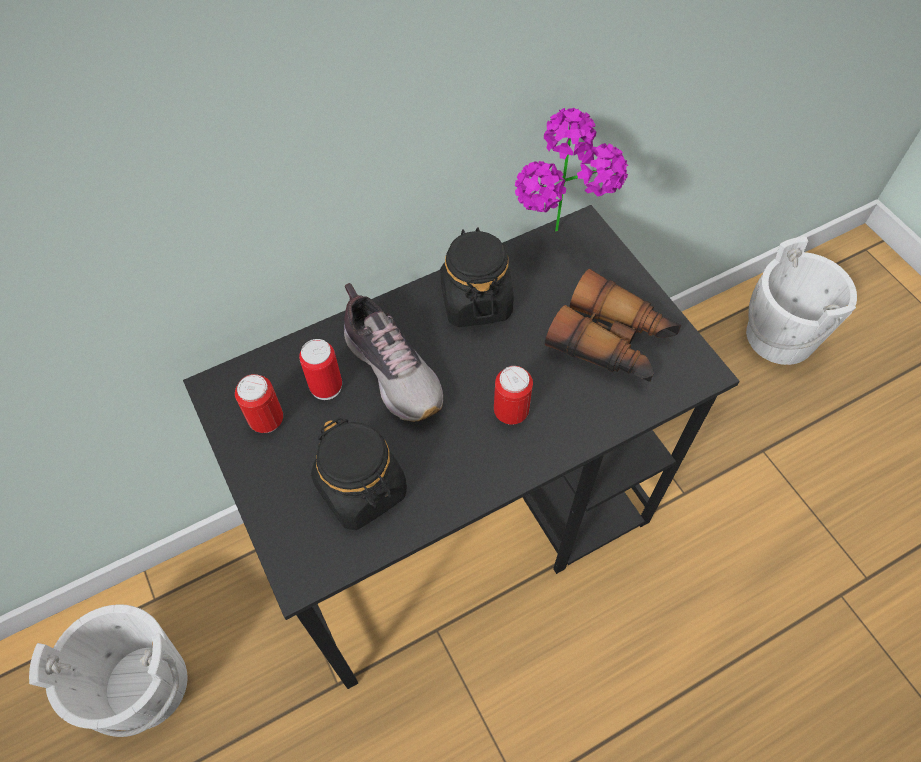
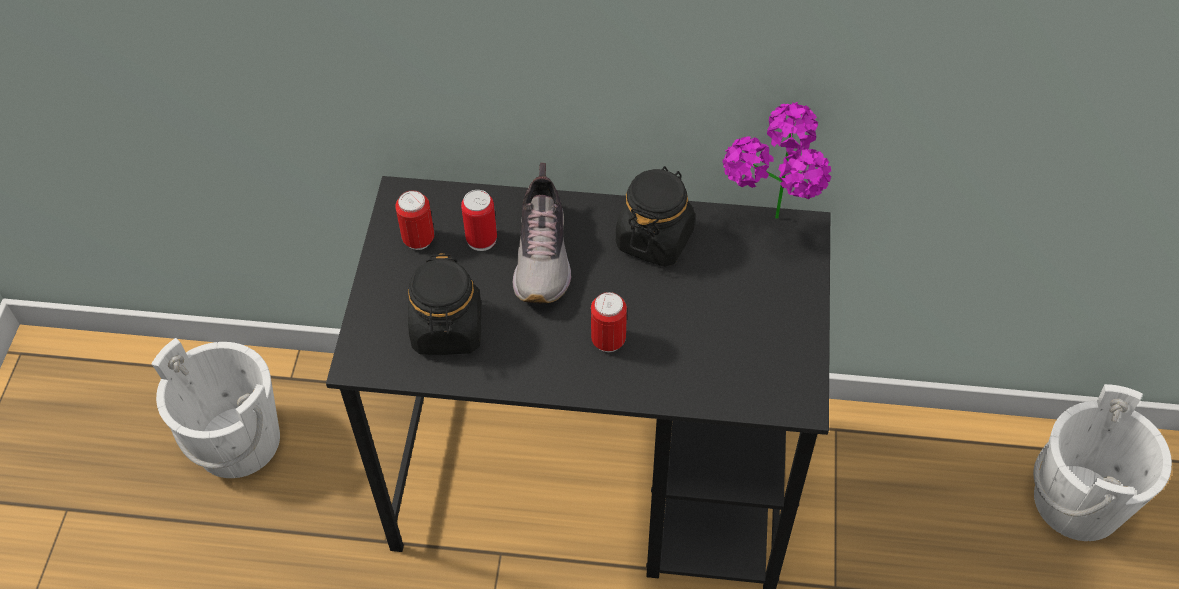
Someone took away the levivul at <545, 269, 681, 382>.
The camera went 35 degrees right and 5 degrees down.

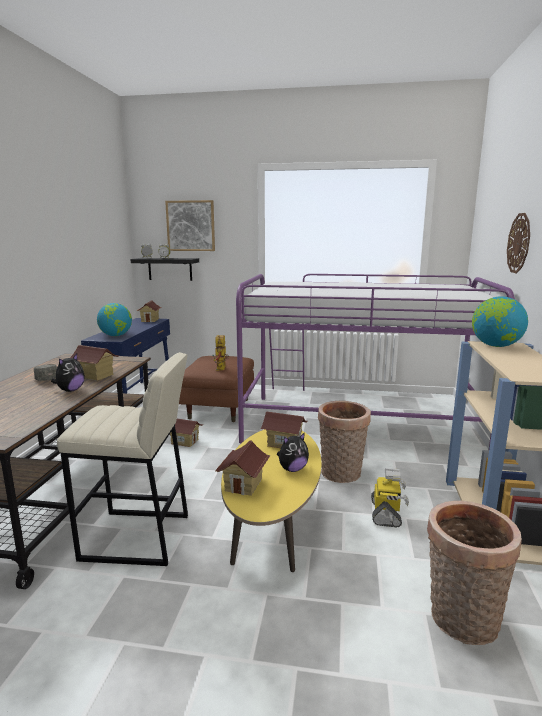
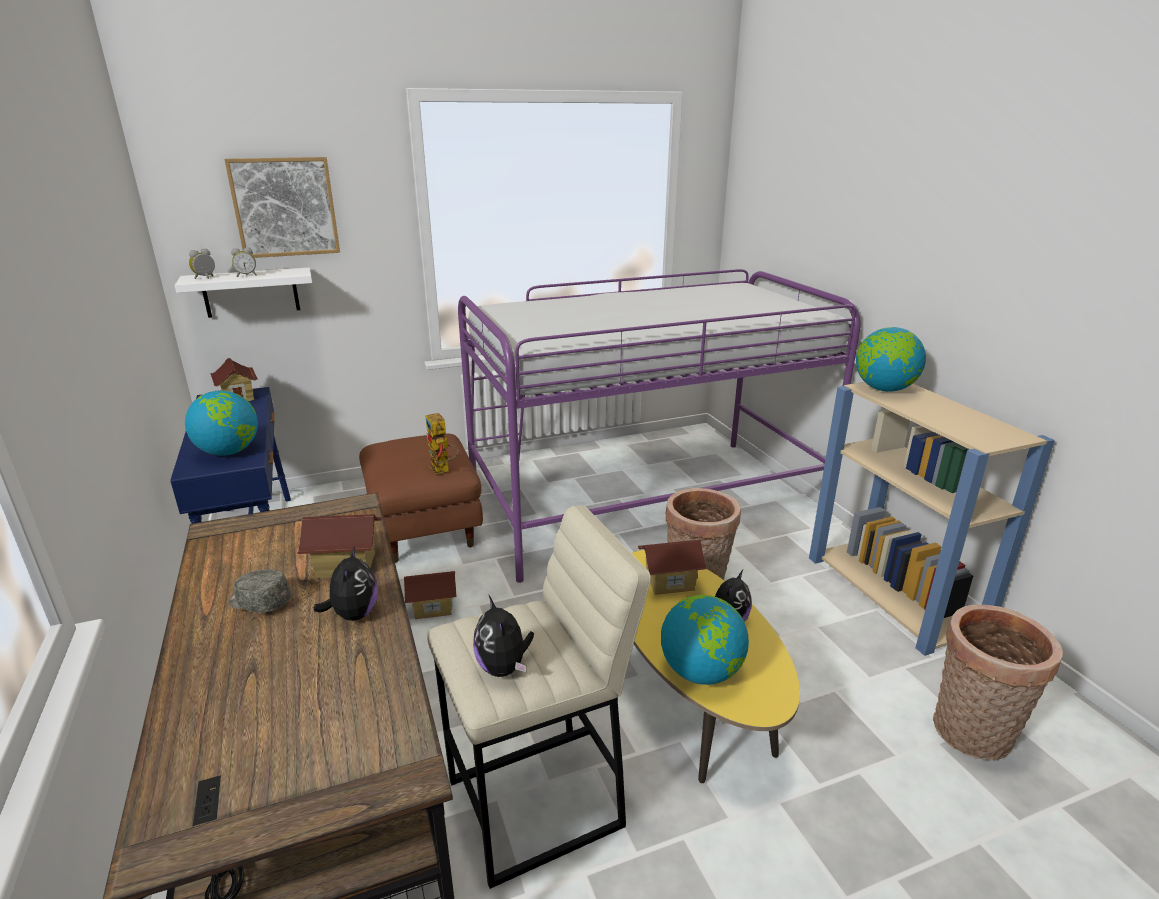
Someone repainted the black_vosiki at <130, 258, 199, 281>, which became the white_vosiki at <175, 268, 312, 318>.
Someone swapped the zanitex at <215, 440, 270, 496> for the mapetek at <661, 595, 749, 685>.
Someone took away the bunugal at <371, 468, 409, 527>.
Someone took away the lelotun at <507, 213, 530, 273>.
Someone put down the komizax at <473, 596, 534, 677>.
The camera went 30 degrees left and 10 degrees up.

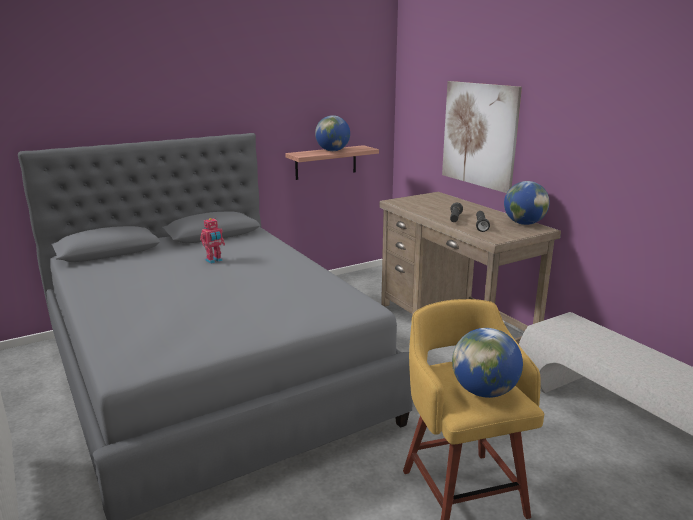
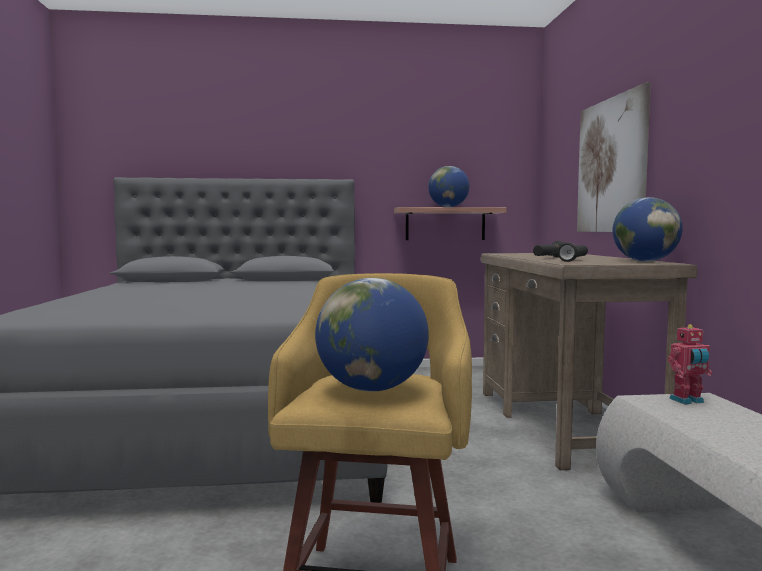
Someone carried the bunugal from <200, 218, 225, 264> to <668, 324, 712, 404>.
The camera went 25 degrees right and 15 degrees down.

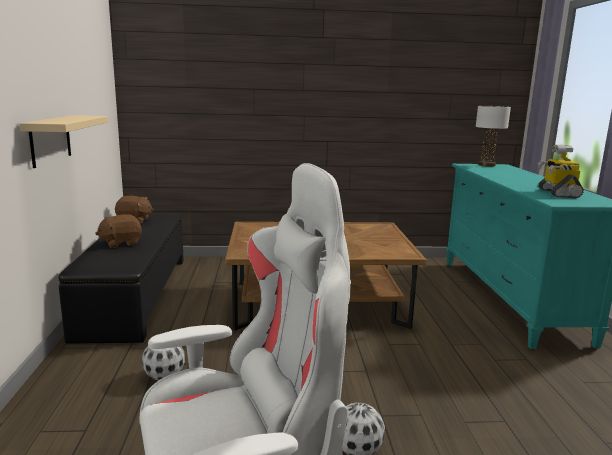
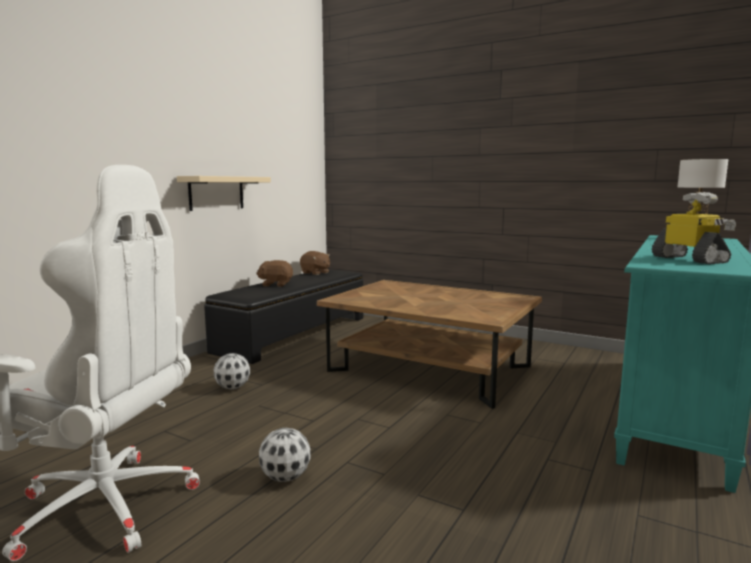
Someone rotated the bunugal at <537, 145, 584, 198> by 120 degrees clockwise.
The camera went 35 degrees right and 5 degrees down.

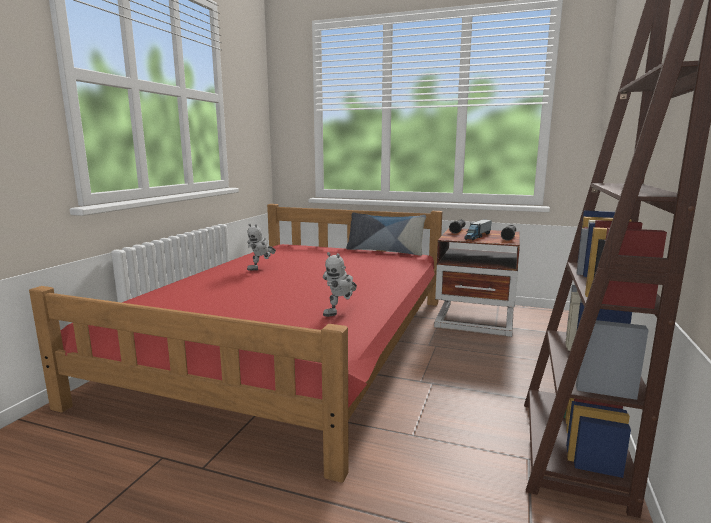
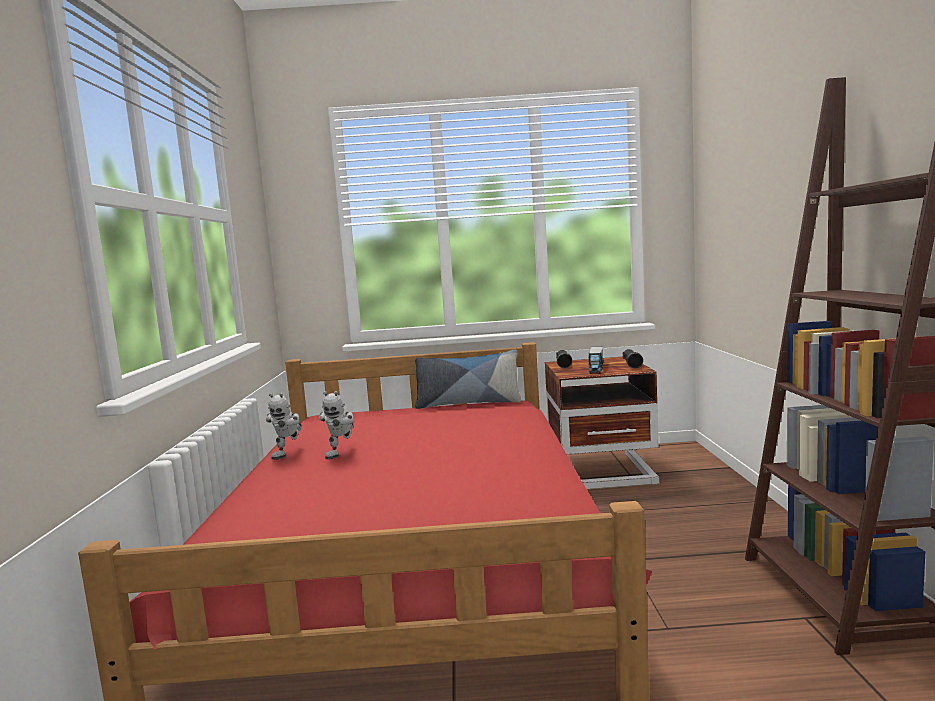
Someone carried the bunugal from <323, 252, 357, 317> to <266, 393, 302, 460>.
The camera went 20 degrees left and 5 degrees down.

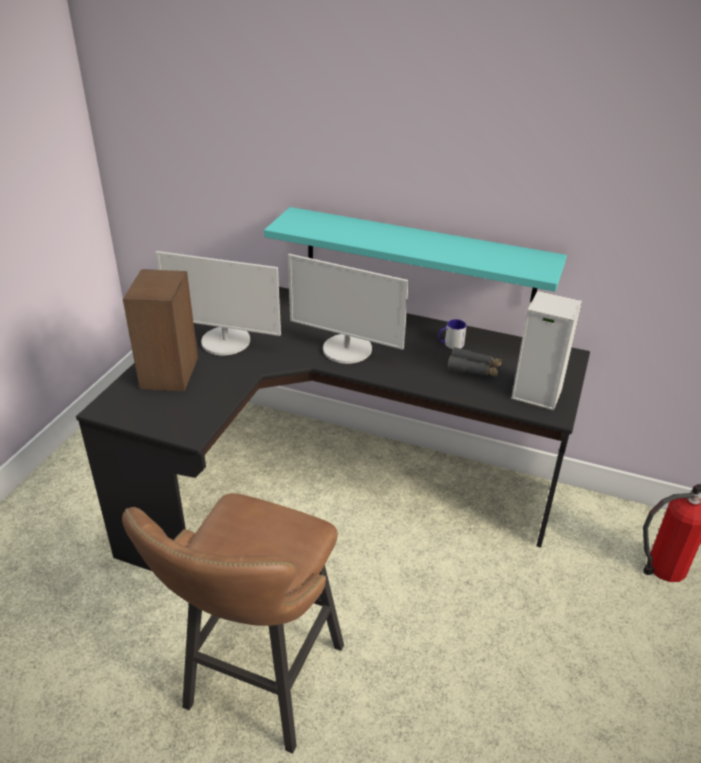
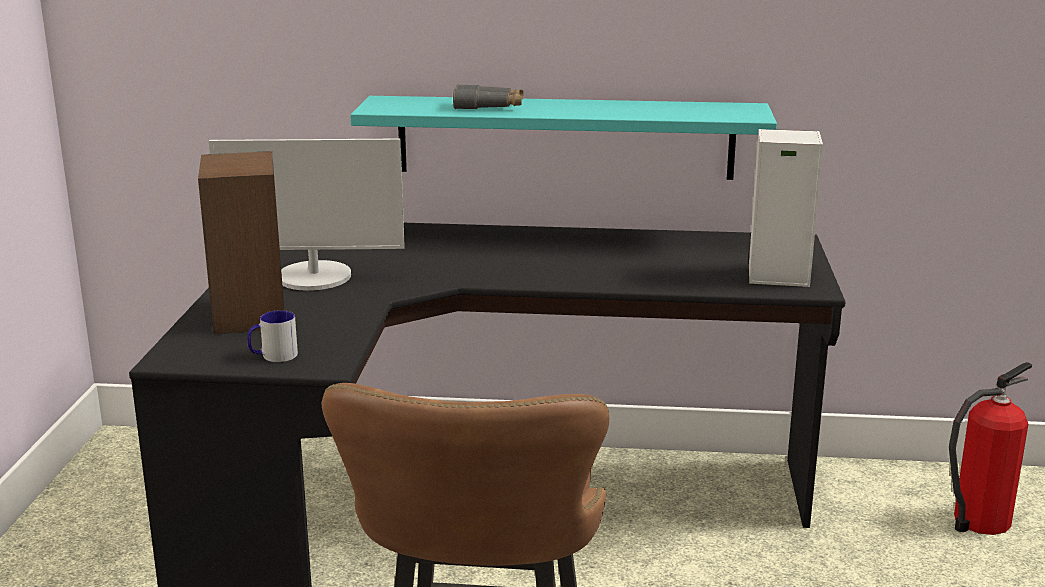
Someone took away the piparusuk at <288, 254, 409, 364>.
Someone carried the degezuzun from <438, 319, 467, 349> to <247, 310, 298, 362>.
Someone carried the grey_levivul from <447, 347, 502, 376> to <453, 84, 523, 109>.
The camera went 15 degrees left and 15 degrees down.

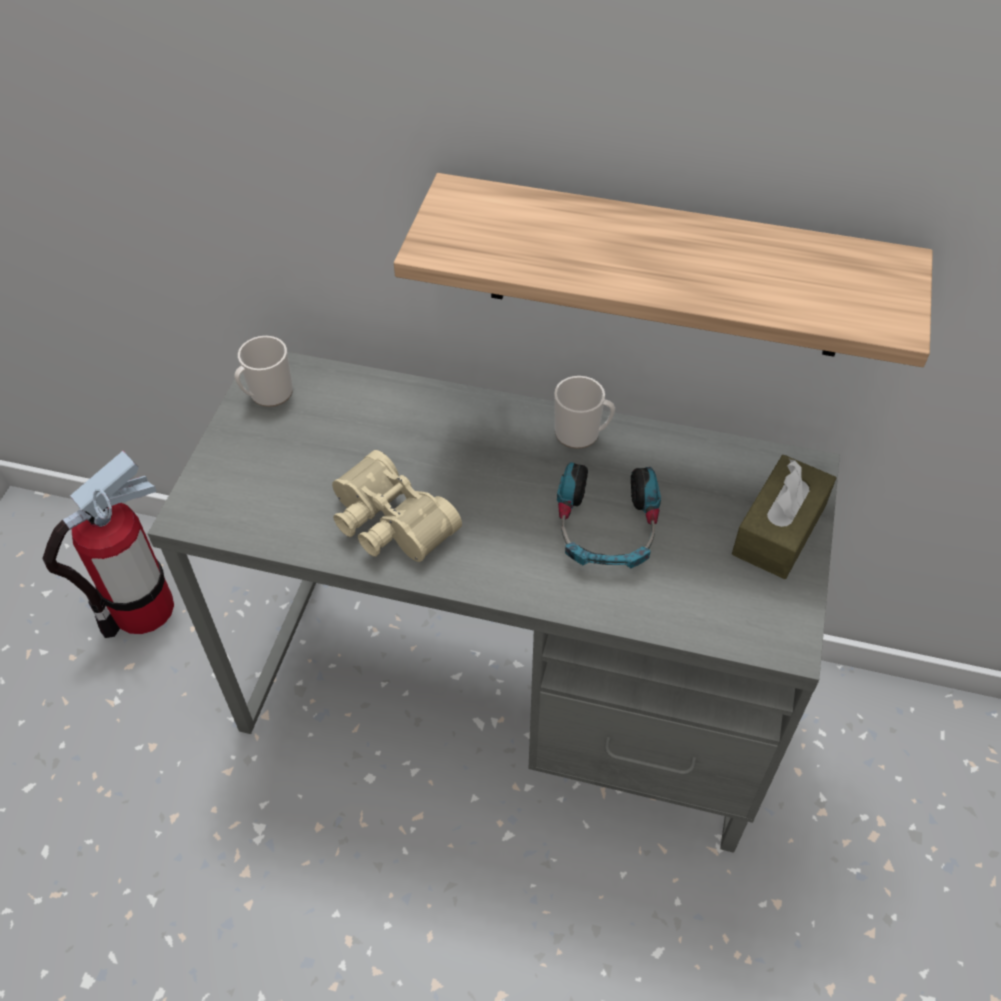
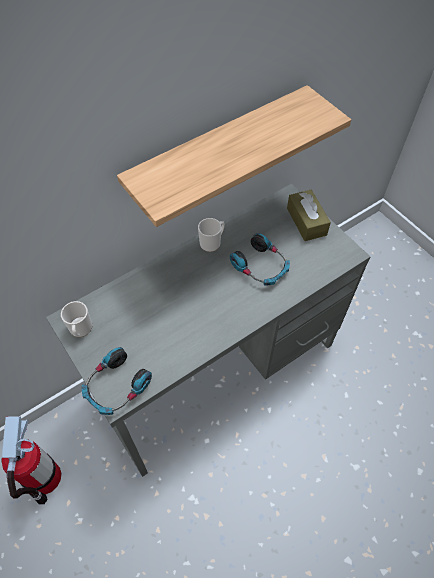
Someone took away the beige_levivul at <332, 450, 462, 562>.
Someone put down the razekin at <82, 347, 152, 415>.
The camera went 50 degrees left and 5 degrees up.

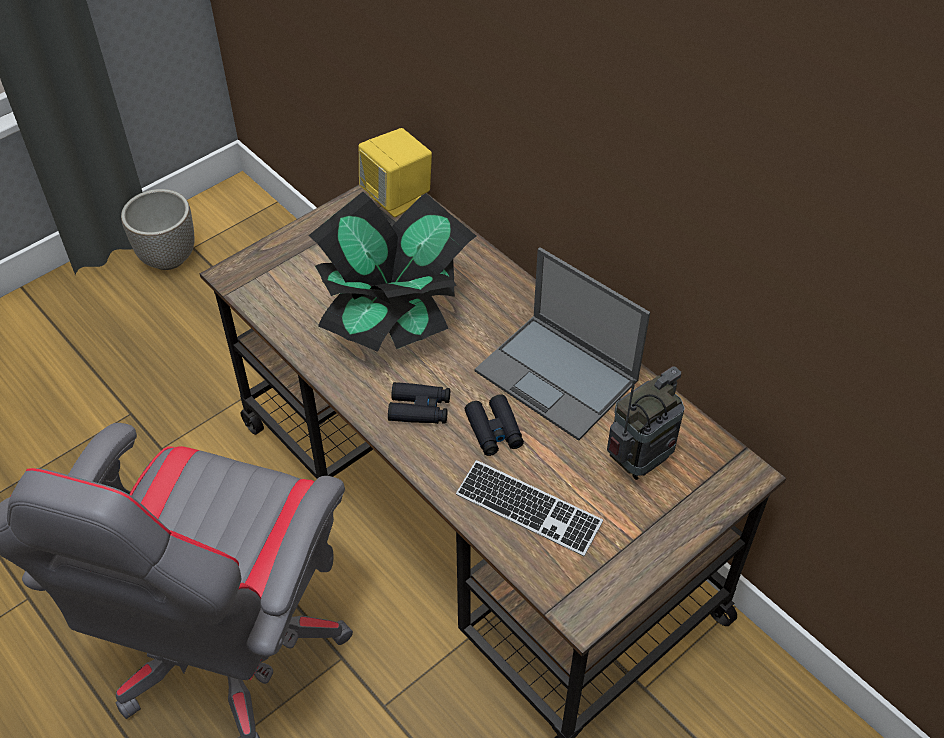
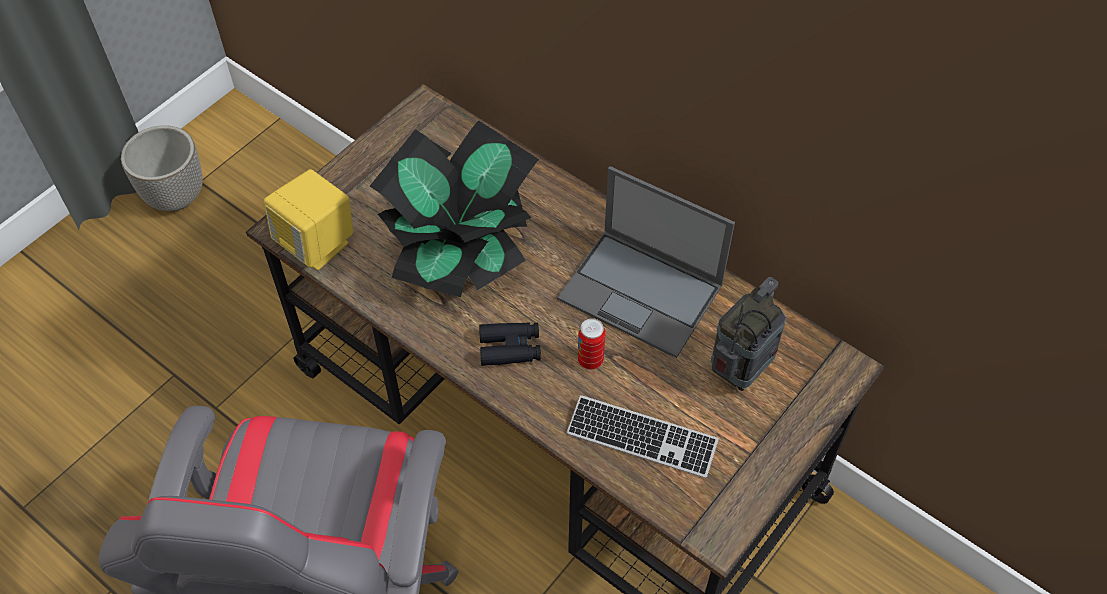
Someone carried the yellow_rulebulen from <359, 128, 432, 218> to <264, 169, 353, 270>.
Someone swapped the black_levivul at <465, 394, 524, 456> for the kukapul at <578, 318, 605, 370>.
The camera went 10 degrees left and 5 degrees up.

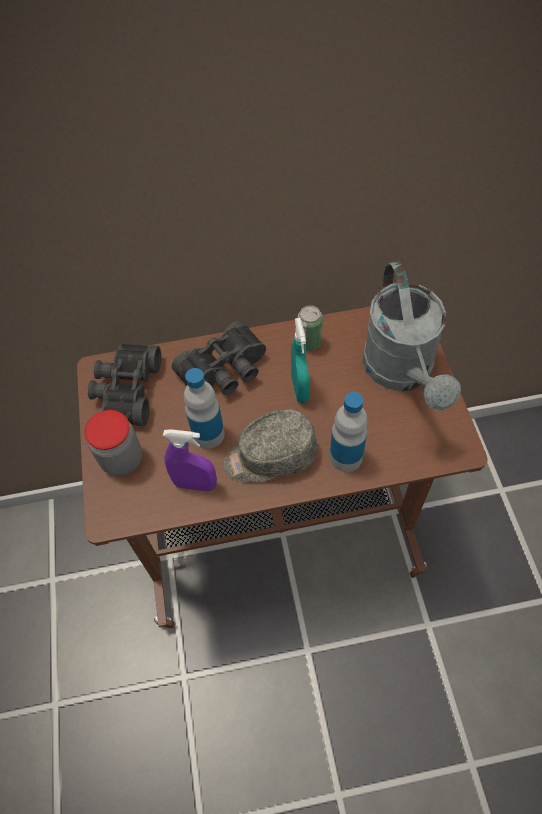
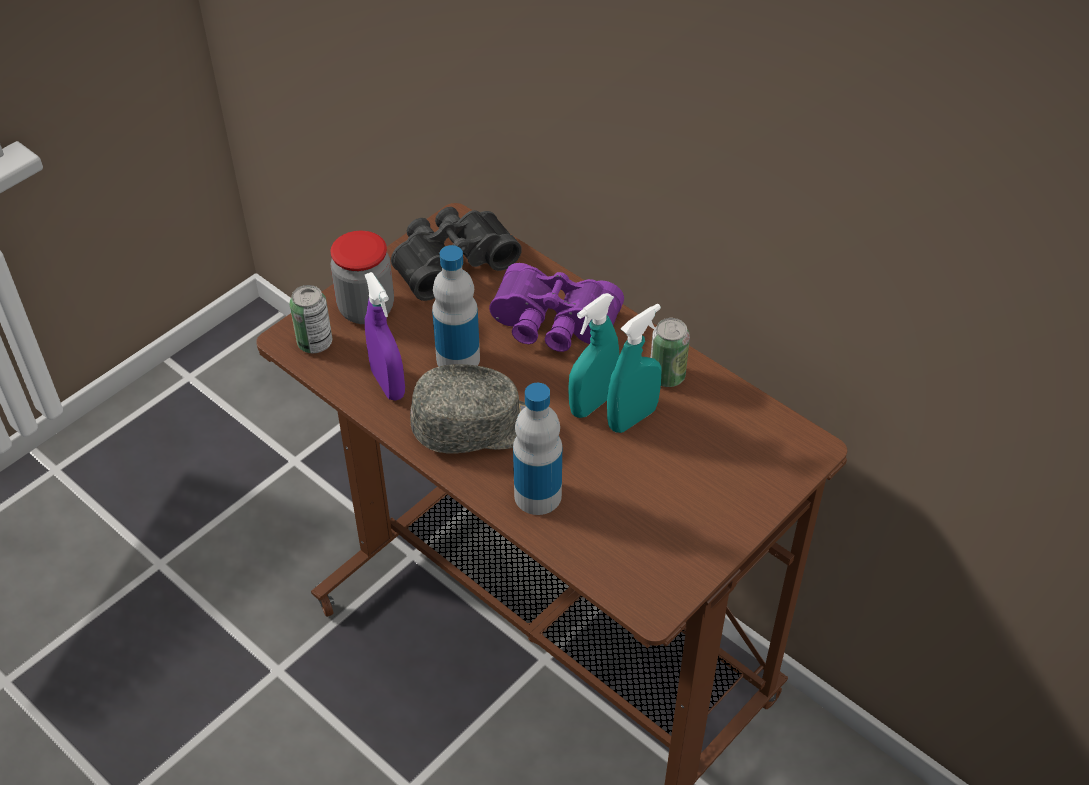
Someone repainted the black_levivul at <172, 321, 266, 395>, which became the purple_levivul at <489, 263, 624, 352>.
Someone rotated the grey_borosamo at <224, 409, 318, 483> by 135 degrees clockwise.
Someone took away the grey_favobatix at <362, 262, 461, 410>.
Someone put down the kukapul at <290, 285, 332, 353>.
Someone put down the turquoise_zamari at <607, 304, 661, 433>.
The camera went 50 degrees right and 10 degrees down.

